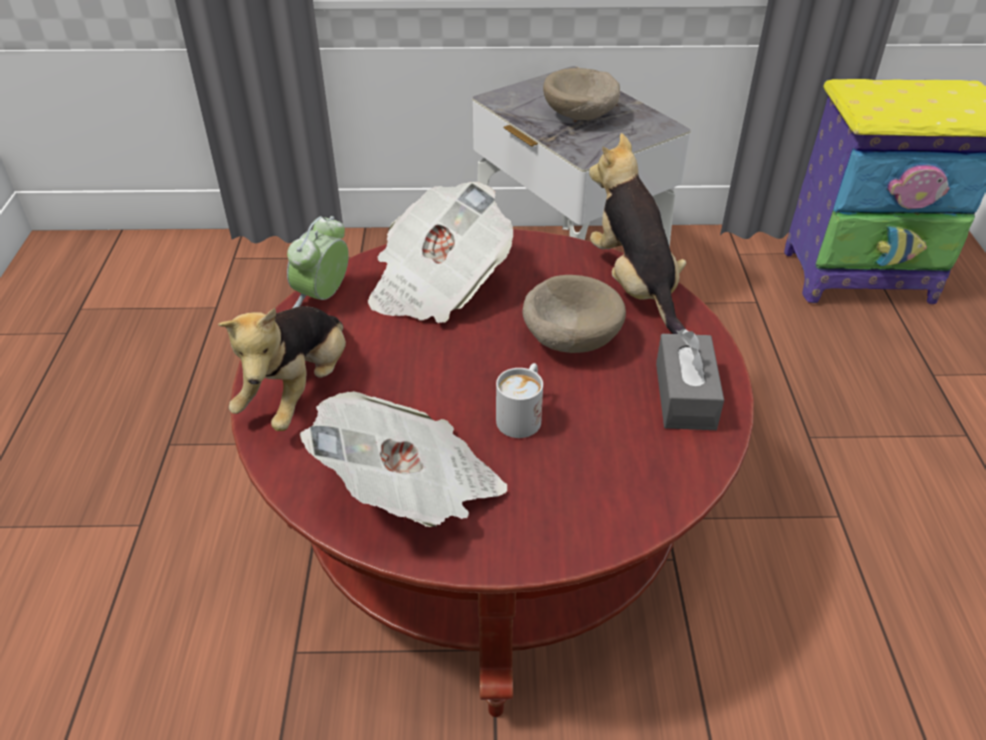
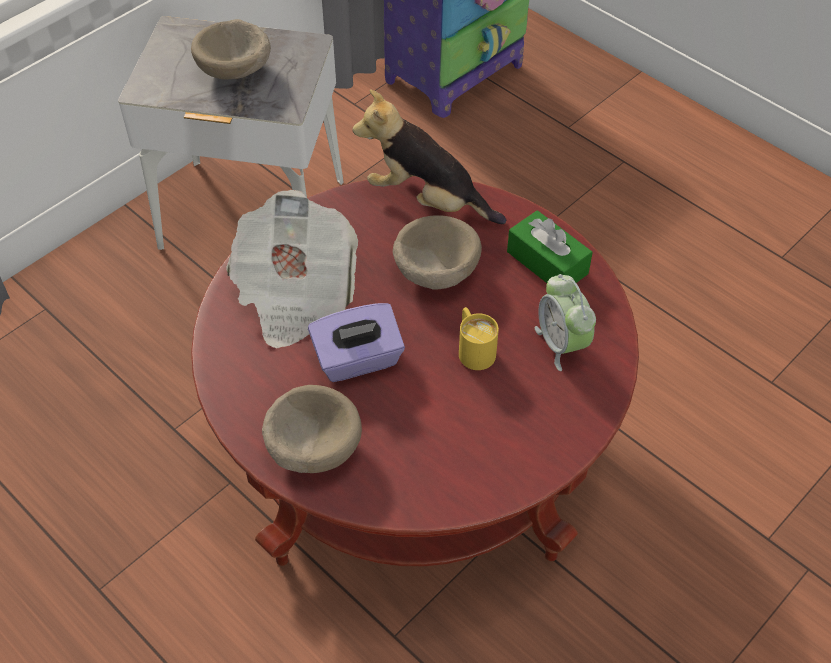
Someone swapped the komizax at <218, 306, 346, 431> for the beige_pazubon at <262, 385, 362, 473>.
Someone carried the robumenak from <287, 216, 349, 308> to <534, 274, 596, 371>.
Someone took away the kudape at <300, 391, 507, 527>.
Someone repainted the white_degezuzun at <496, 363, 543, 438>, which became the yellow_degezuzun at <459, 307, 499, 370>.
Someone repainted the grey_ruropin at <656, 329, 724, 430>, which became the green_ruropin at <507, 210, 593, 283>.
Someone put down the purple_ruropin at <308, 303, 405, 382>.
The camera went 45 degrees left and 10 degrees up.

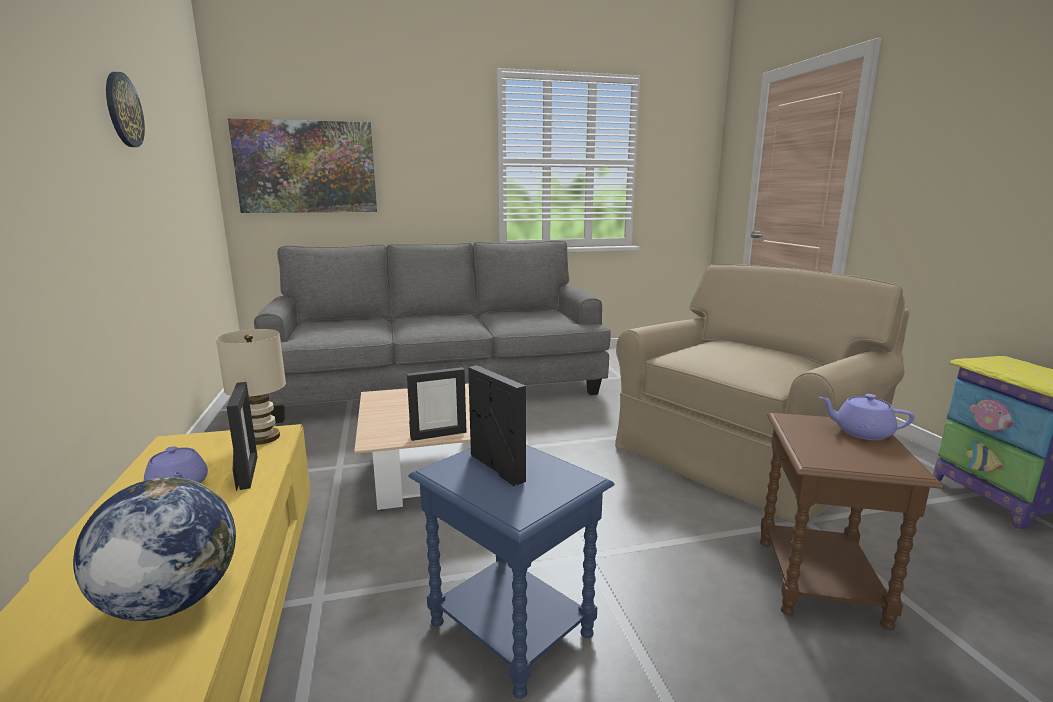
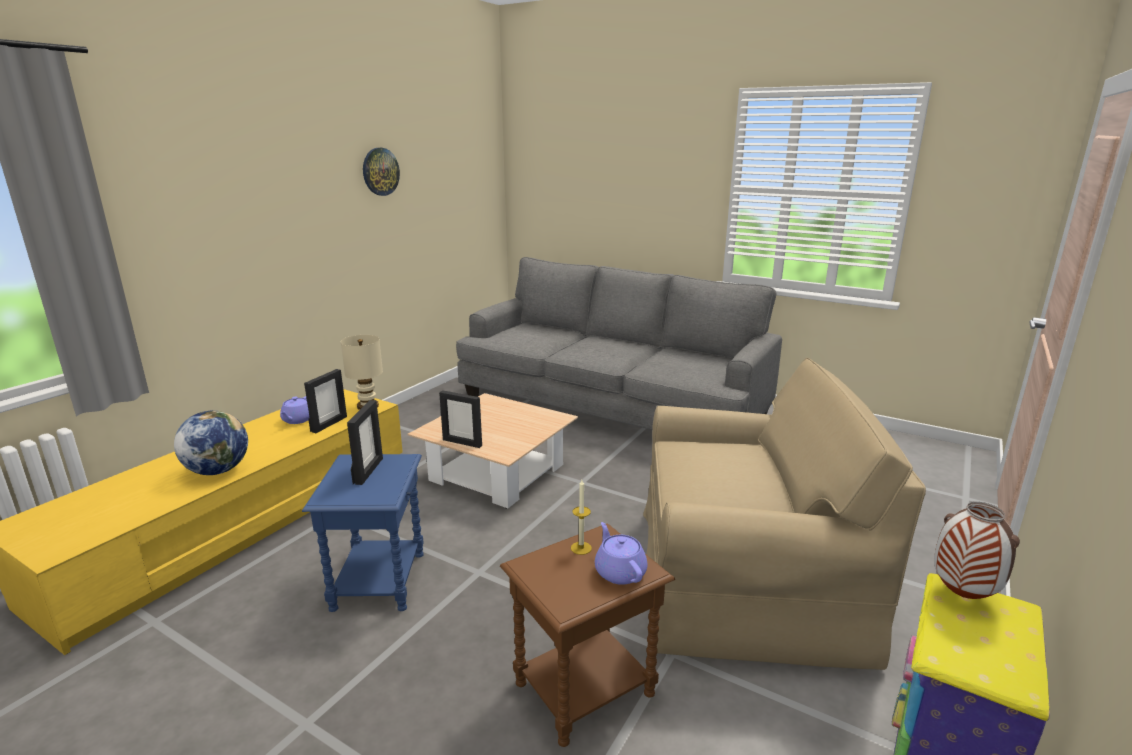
Someone took away the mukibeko at <228, 118, 377, 213>.
Someone put down the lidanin at <571, 480, 592, 555>.
Someone put down the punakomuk at <934, 502, 1020, 599>.
The camera went 45 degrees right and 5 degrees up.

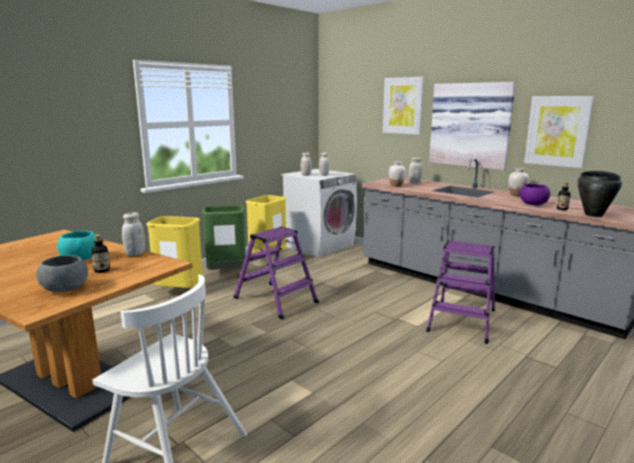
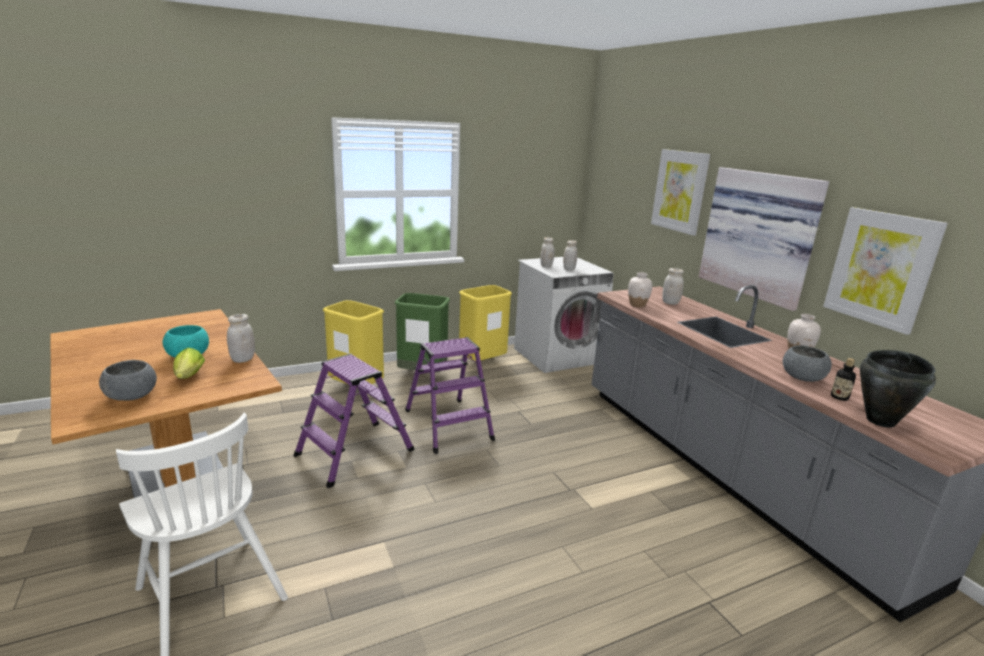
Someone swapped the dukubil at <91, 234, 110, 273> for the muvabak at <173, 348, 205, 379>.
Someone carried the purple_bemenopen from <426, 240, 495, 344> to <293, 354, 415, 488>.
Someone repainted the purple_pazubon at <520, 184, 550, 205>, which became the grey_pazubon at <783, 345, 832, 382>.
The camera went 20 degrees right and 5 degrees up.

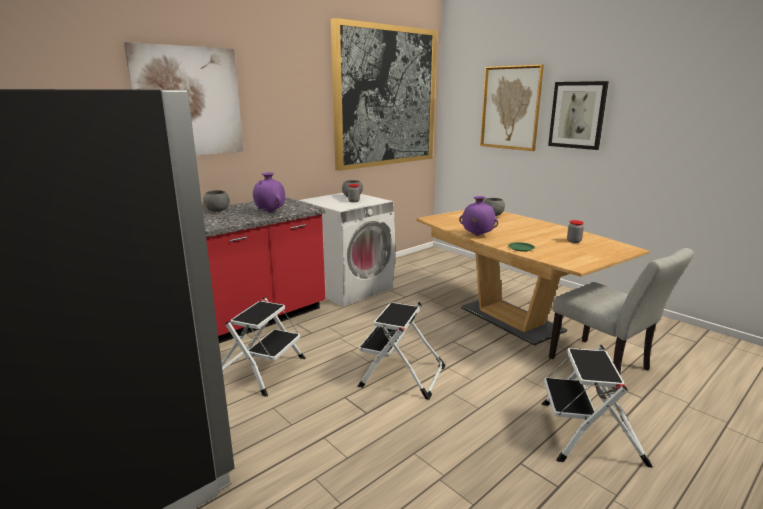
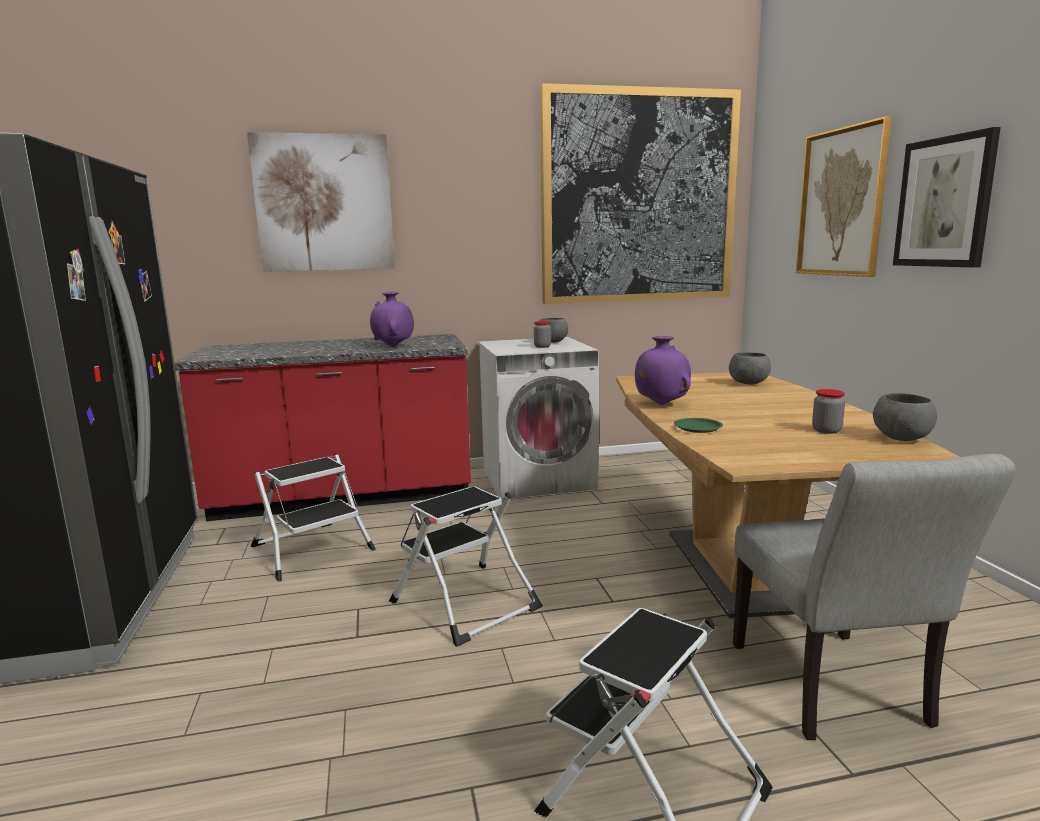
Someone carried the grey_pazubon from <203, 190, 230, 212> to <873, 393, 937, 441>.
The camera went 30 degrees right and 5 degrees down.

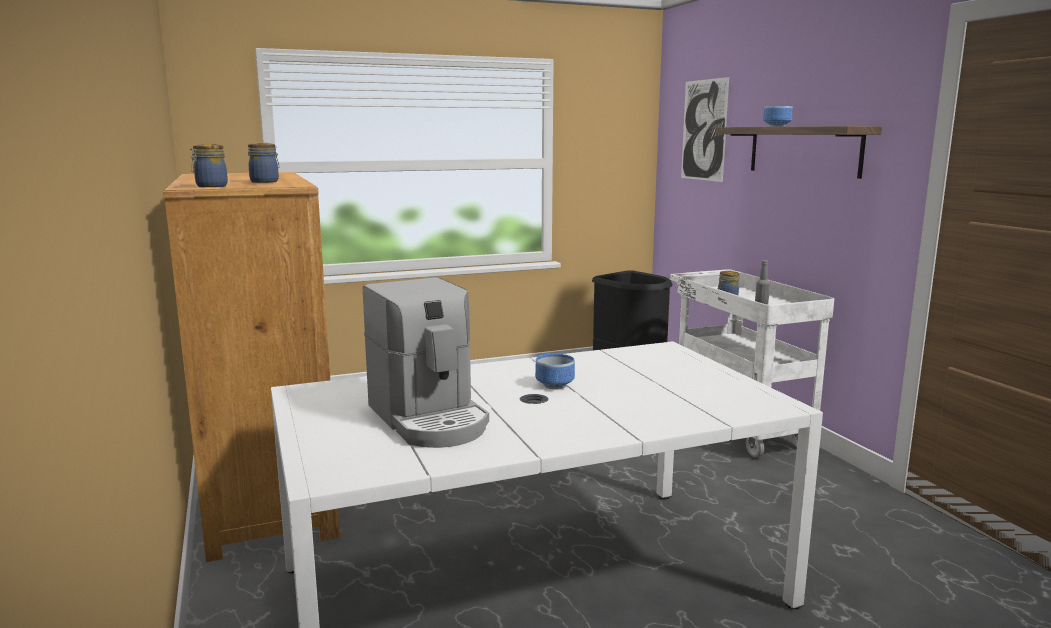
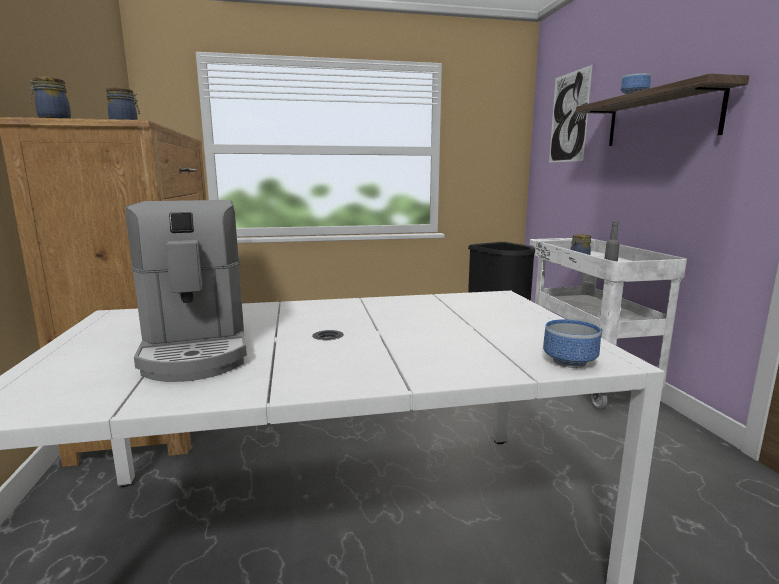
Someone carried the pazubon from <535, 354, 575, 389> to <543, 319, 601, 368>.
The camera went 10 degrees right and 0 degrees up.

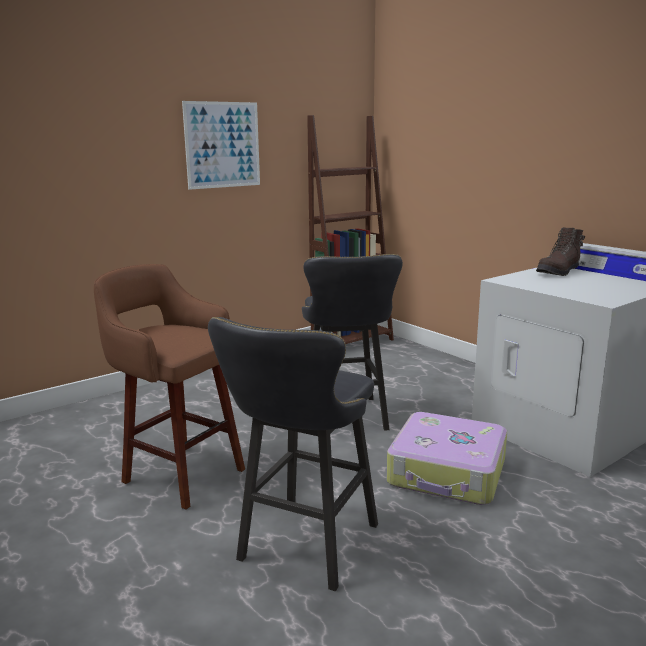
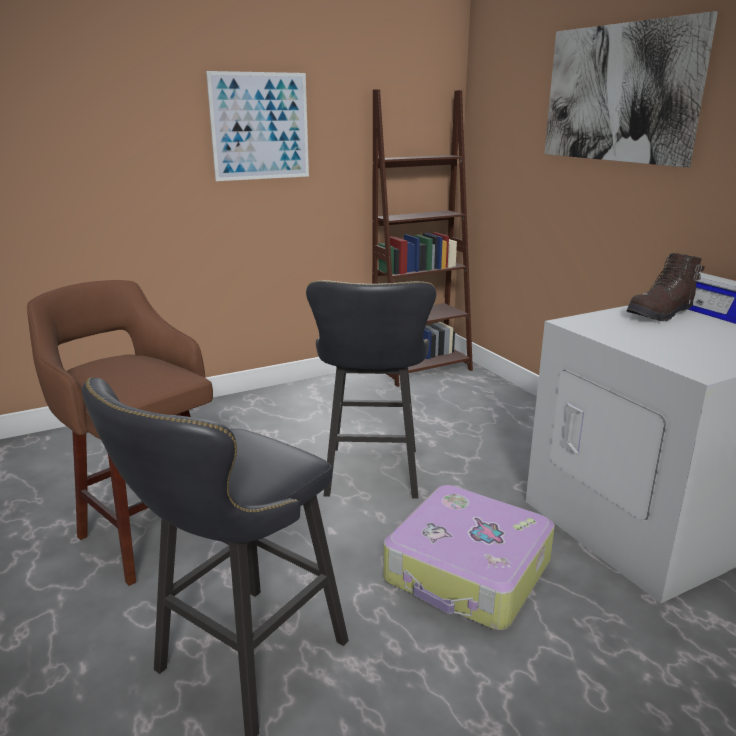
Someone put up the mukibeko at <544, 11, 718, 168>.
The camera went 10 degrees right and 5 degrees up.

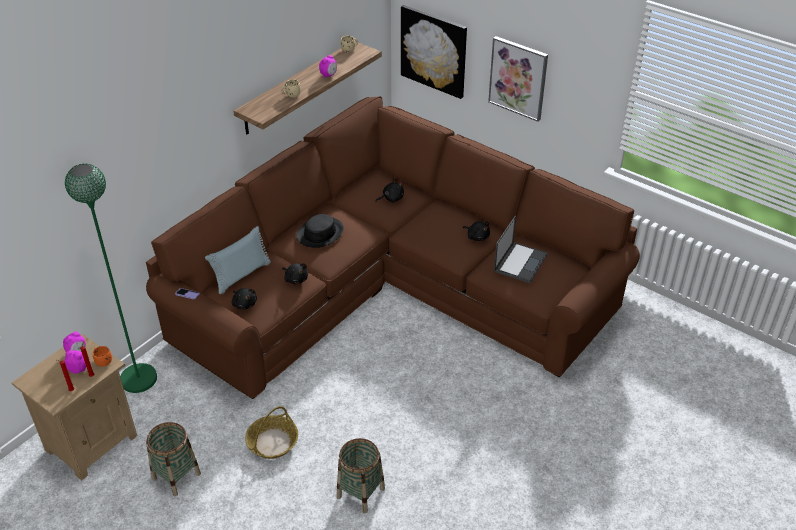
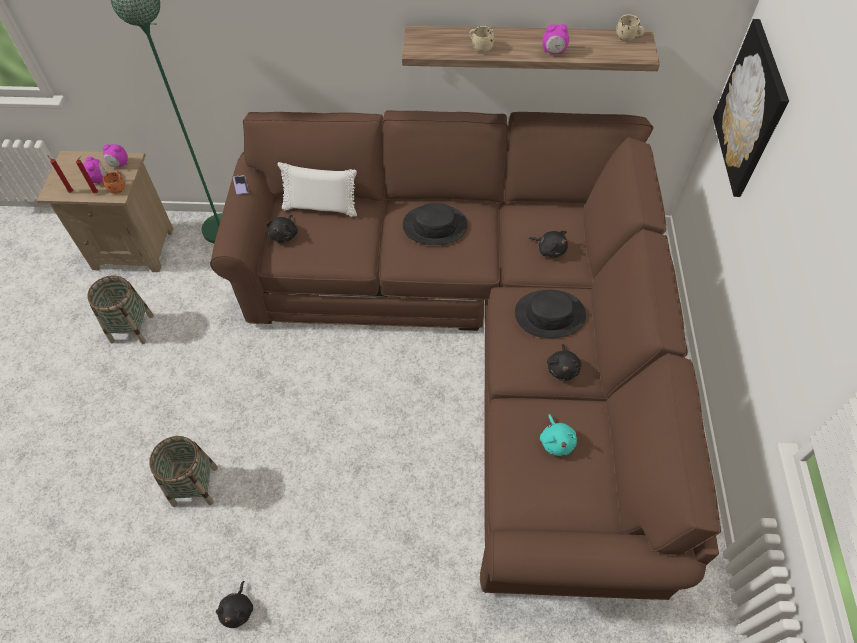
Someone repainted the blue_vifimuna at <205, 226, 271, 294>, which became the white_vifimuna at <277, 162, 357, 217>.
Someone took away the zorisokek at <245, 406, 298, 459>.
Someone carried the black_komizax from <282, 263, 308, 284> to <216, 581, 253, 628>.
Someone took away the mukibeko at <488, 36, 548, 122>.
Someone swapped the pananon at <494, 216, 548, 283> for the turquoise_komizax at <540, 414, 577, 456>.
Someone put down the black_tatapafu at <515, 290, 586, 338>.
The camera went 55 degrees right and 15 degrees up.

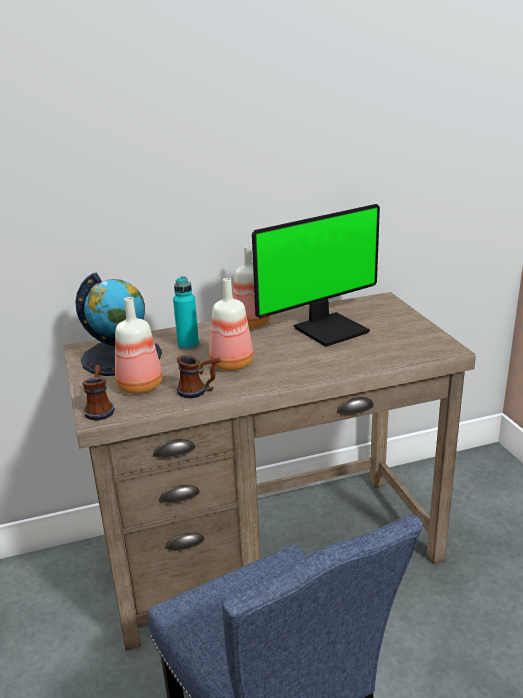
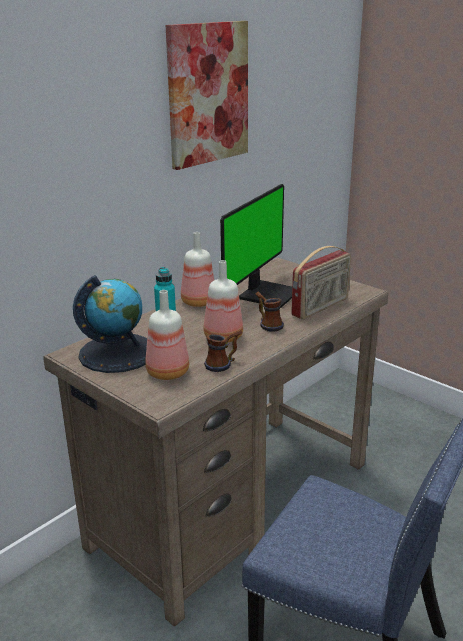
Someone carried the degezuzun from <82, 365, 115, 421> to <256, 292, 284, 332>.
Someone put up the mukibeko at <166, 21, 248, 170>.
Someone put down the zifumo at <291, 246, 351, 319>.
The camera went 30 degrees left and 0 degrees up.

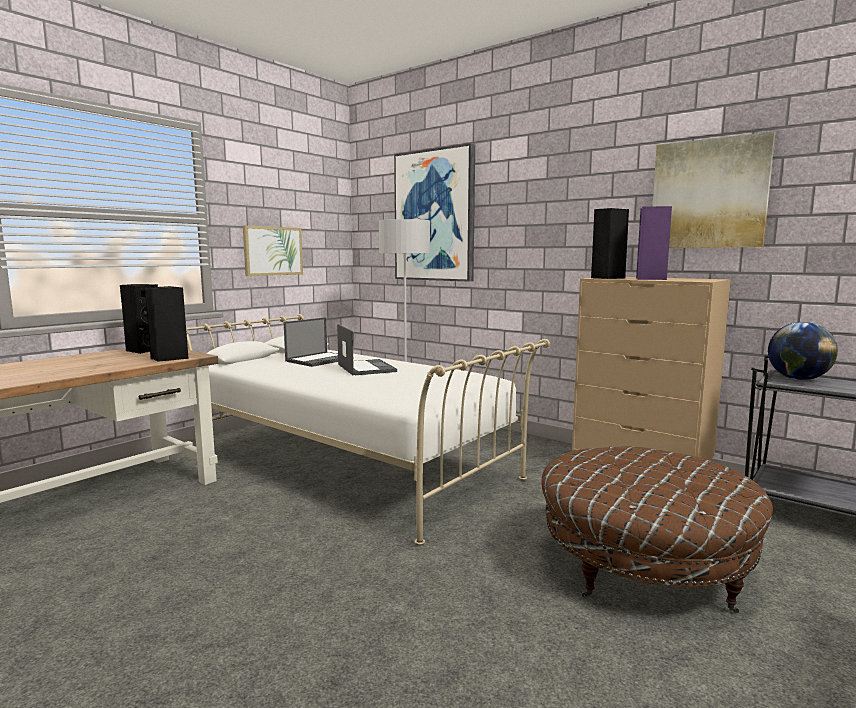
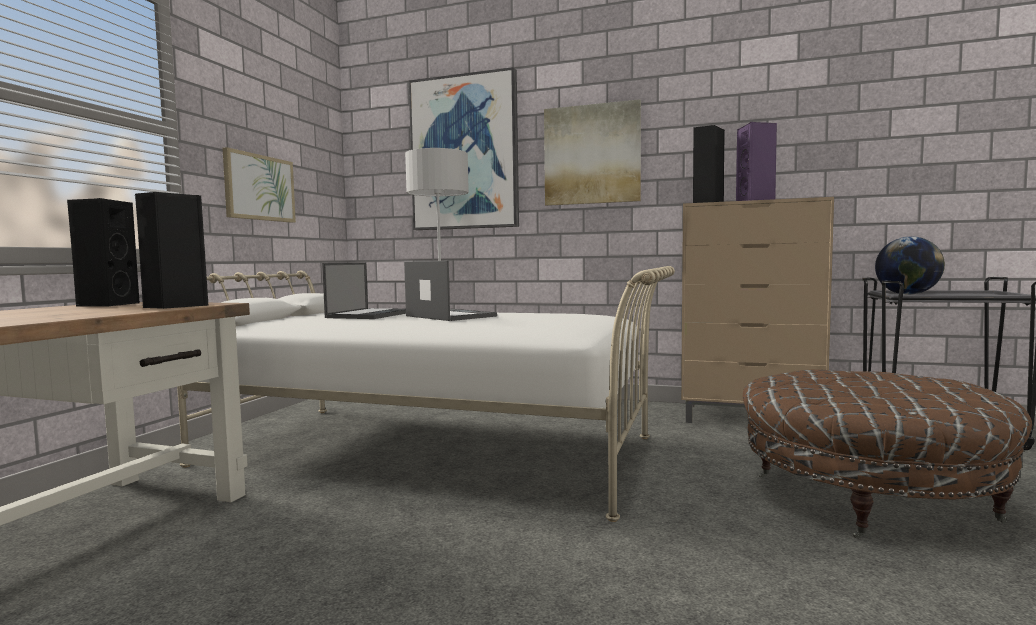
Someone carried the mukibeko from <653, 131, 775, 248> to <544, 99, 641, 206>.
The camera went 20 degrees left and 5 degrees down.

